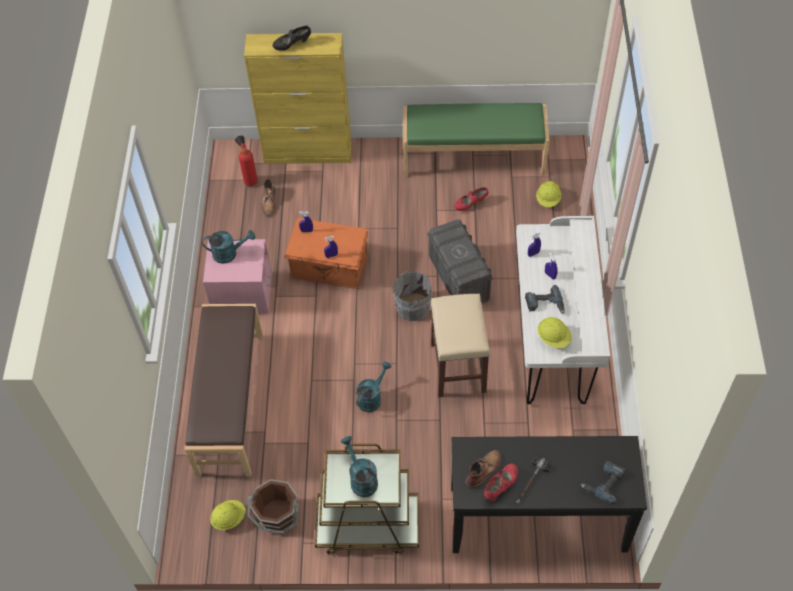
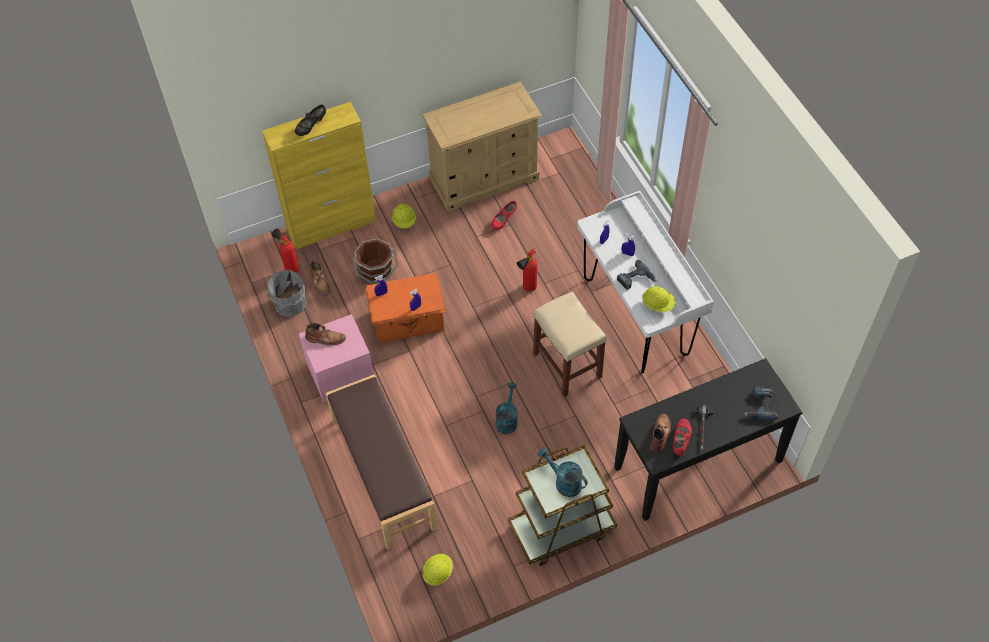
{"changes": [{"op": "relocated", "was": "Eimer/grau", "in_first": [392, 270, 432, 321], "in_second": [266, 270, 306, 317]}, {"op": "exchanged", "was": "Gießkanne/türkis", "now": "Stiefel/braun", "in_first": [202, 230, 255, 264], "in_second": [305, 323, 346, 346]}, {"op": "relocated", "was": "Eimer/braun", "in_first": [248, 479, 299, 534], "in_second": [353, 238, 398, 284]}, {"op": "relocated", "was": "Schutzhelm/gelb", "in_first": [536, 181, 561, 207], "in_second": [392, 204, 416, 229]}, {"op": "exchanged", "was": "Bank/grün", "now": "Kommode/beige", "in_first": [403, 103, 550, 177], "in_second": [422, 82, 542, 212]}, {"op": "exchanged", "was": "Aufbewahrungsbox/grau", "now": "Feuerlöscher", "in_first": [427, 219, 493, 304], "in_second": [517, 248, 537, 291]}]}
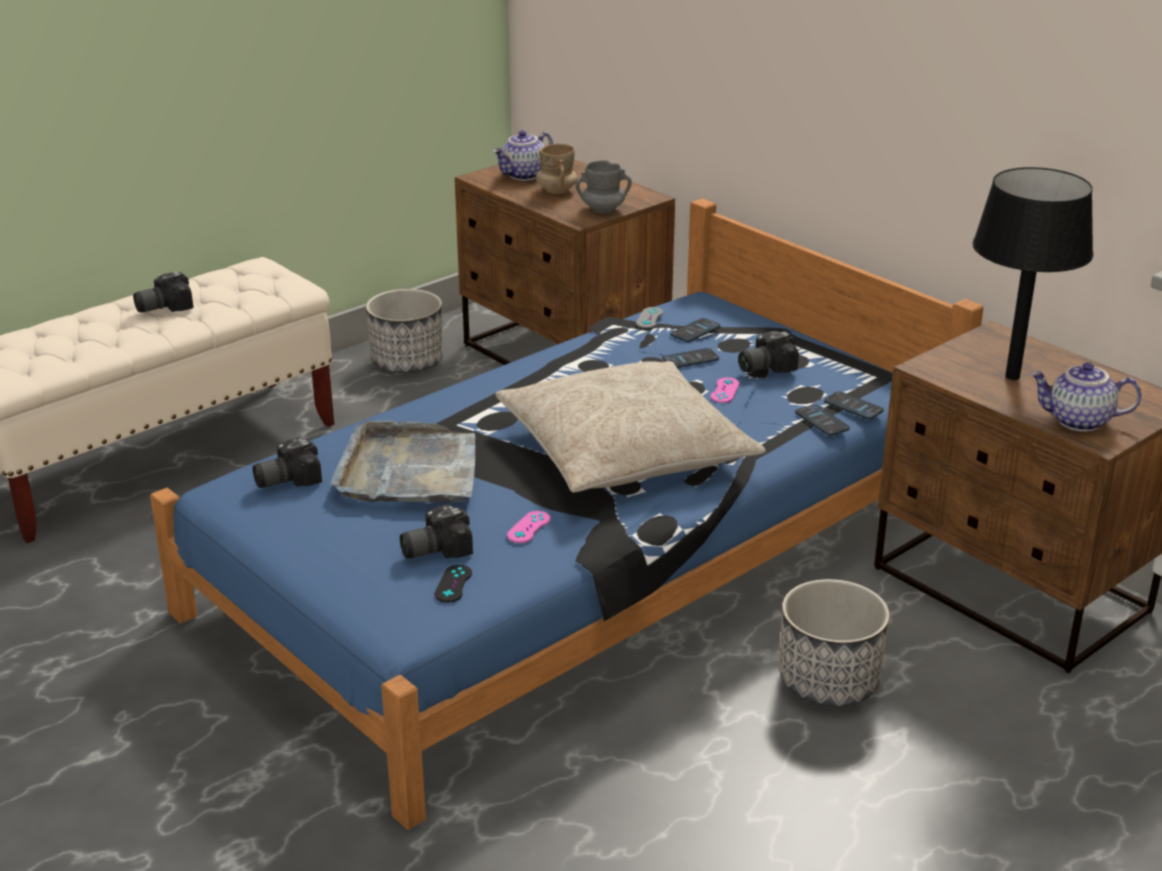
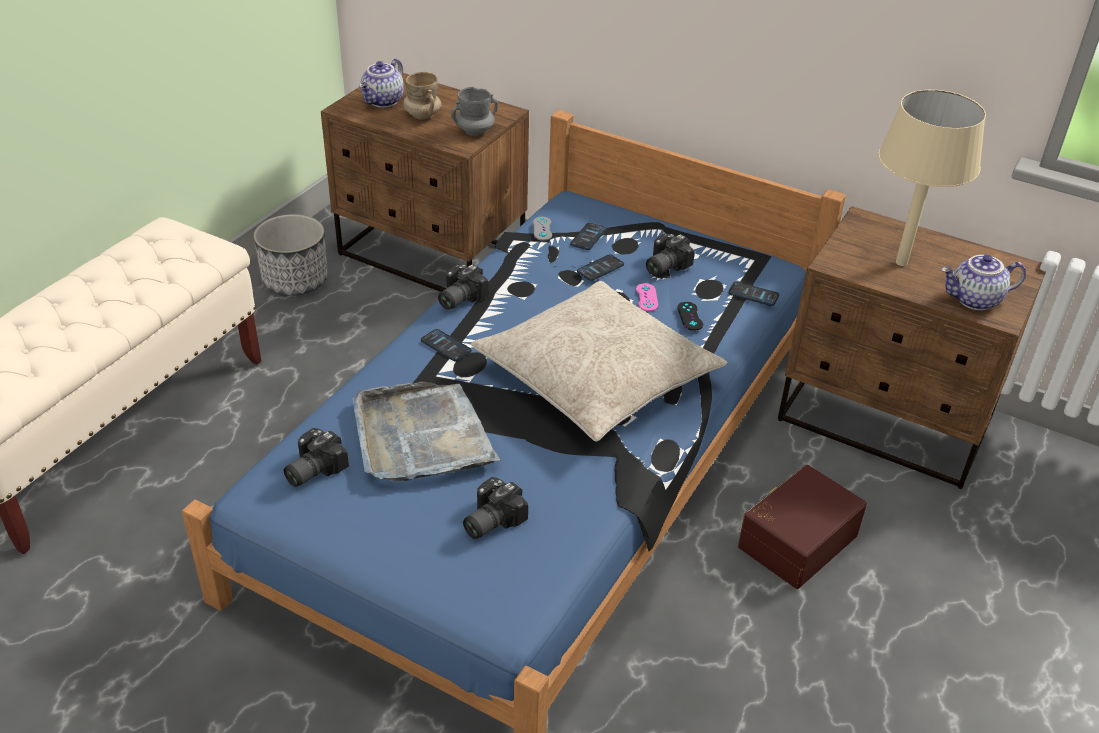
{"changes": [{"op": "relocated", "was": "Handy", "in_first": [795, 405, 850, 436], "in_second": [421, 329, 471, 362]}, {"op": "relocated", "was": "Kamera", "in_first": [133, 272, 194, 313], "in_second": [438, 264, 489, 310]}, {"op": "relocated", "was": "Gamepad/schwarz", "in_first": [434, 565, 472, 603], "in_second": [677, 302, 703, 331]}, {"op": "exchanged", "was": "Pflanzkübel", "now": "Aufbewahrungsbox/braun", "in_first": [779, 579, 890, 706], "in_second": [738, 465, 867, 589]}, {"op": "colour", "was": "Tischlampe/schwarz", "now": "Tischlampe/beige", "in_first": [972, 167, 1094, 380], "in_second": [878, 90, 986, 266]}, {"op": "missing", "was": "Gamepad/rosa", "in_first": [507, 511, 550, 543]}]}
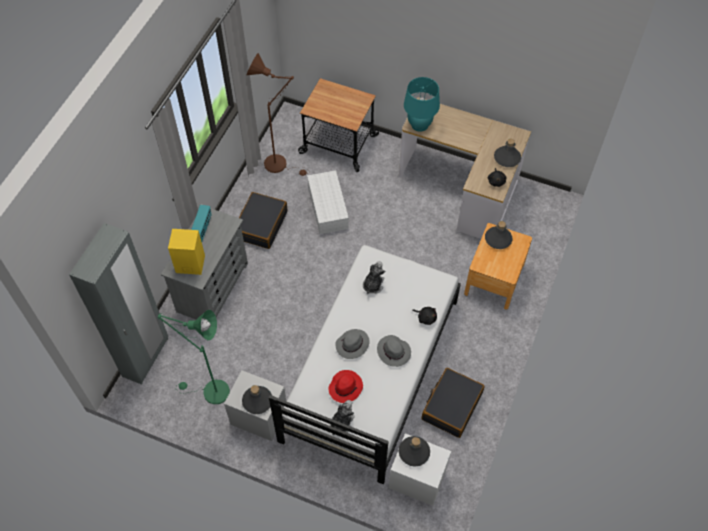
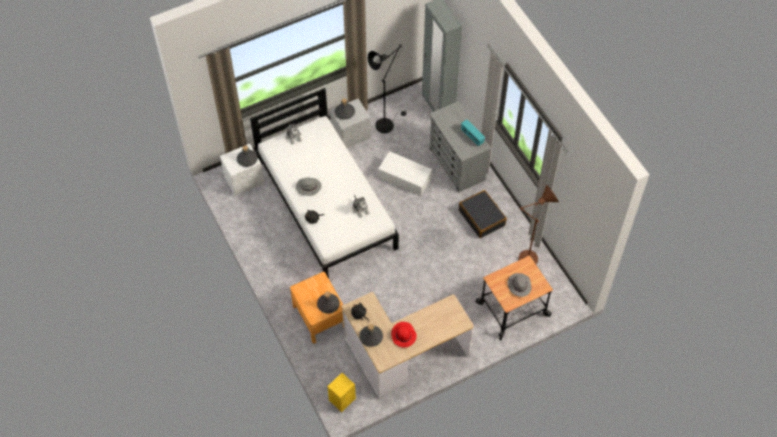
{"changes": [{"op": "relocated", "was": "Lautsprecher/gelb", "in_first": [168, 229, 205, 275], "in_second": [327, 373, 356, 412]}, {"op": "colour", "was": "Stehlampe/grün", "now": "Stehlampe/schwarz", "in_first": [158, 310, 230, 404], "in_second": [367, 44, 407, 133]}, {"op": "relocated", "was": "Aufbewahrungsbox/weiß", "in_first": [307, 170, 349, 234], "in_second": [378, 151, 432, 196]}, {"op": "relocated", "was": "Hut/rot", "in_first": [328, 370, 363, 403], "in_second": [391, 322, 417, 348]}, {"op": "relocated", "was": "Hut/grau", "in_first": [336, 329, 370, 359], "in_second": [508, 273, 532, 297]}, {"op": "missing", "was": "Tischlampe/türkis", "in_first": [404, 77, 440, 132]}, {"op": "missing", "was": "Koffer/schwarz", "in_first": [422, 368, 485, 438]}]}
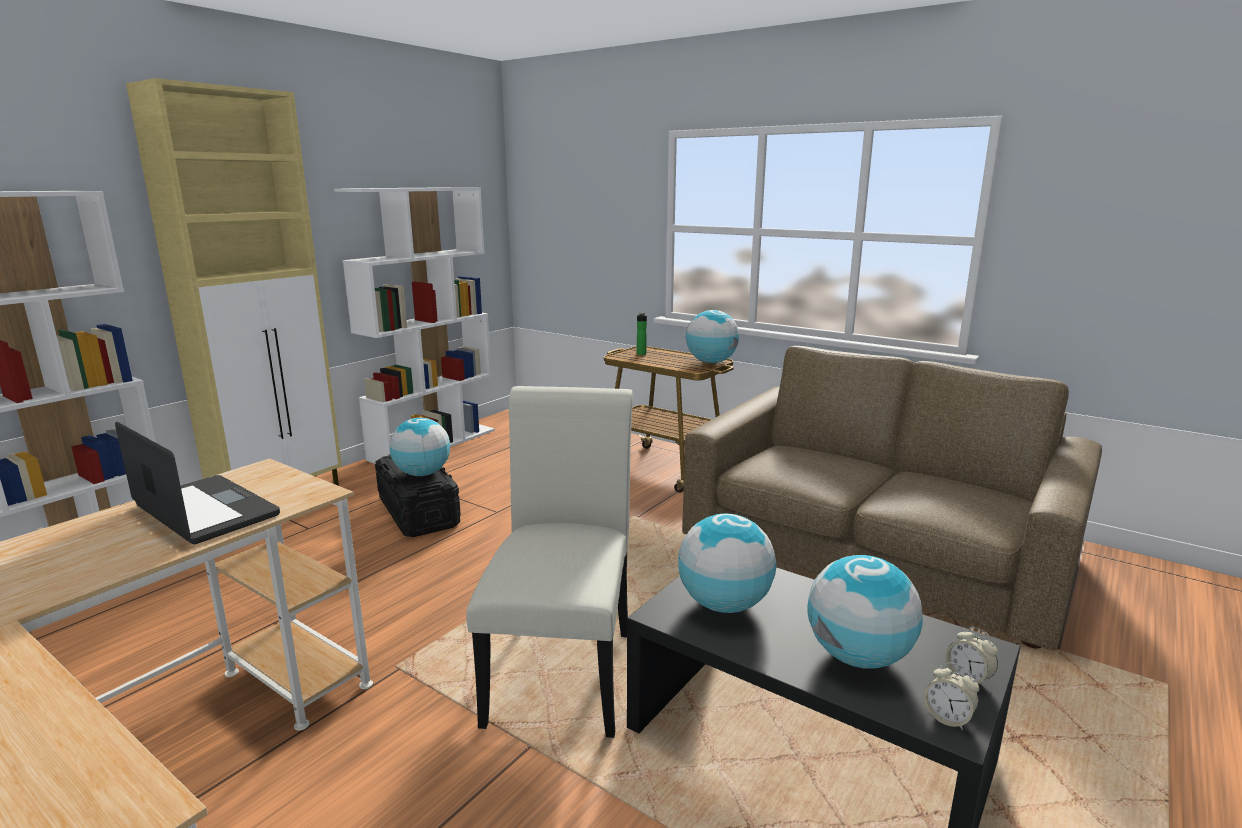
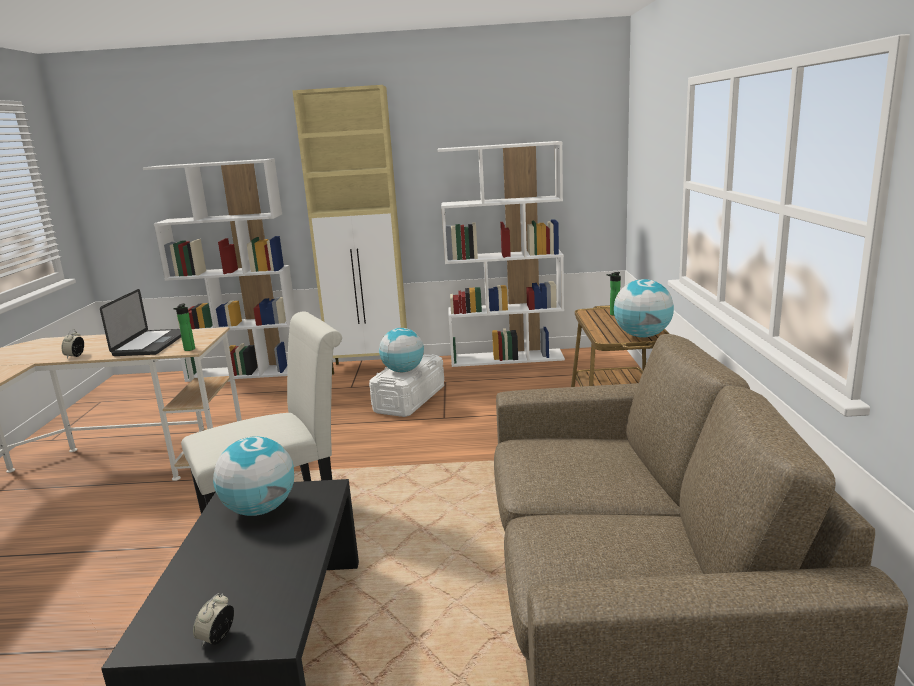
{"changes": [{"op": "relocated", "was": "Wecker", "in_first": [924, 662, 979, 731], "in_second": [61, 329, 84, 358]}, {"op": "appeared", "now": "Flasche", "in_second": [174, 303, 195, 351]}, {"op": "colour", "was": "Aufbewahrungsbox/schwarz", "now": "Aufbewahrungsbox/weiß", "in_first": [375, 454, 461, 537], "in_second": [369, 354, 444, 417]}, {"op": "missing", "was": "Globus", "in_first": [807, 555, 923, 669]}]}
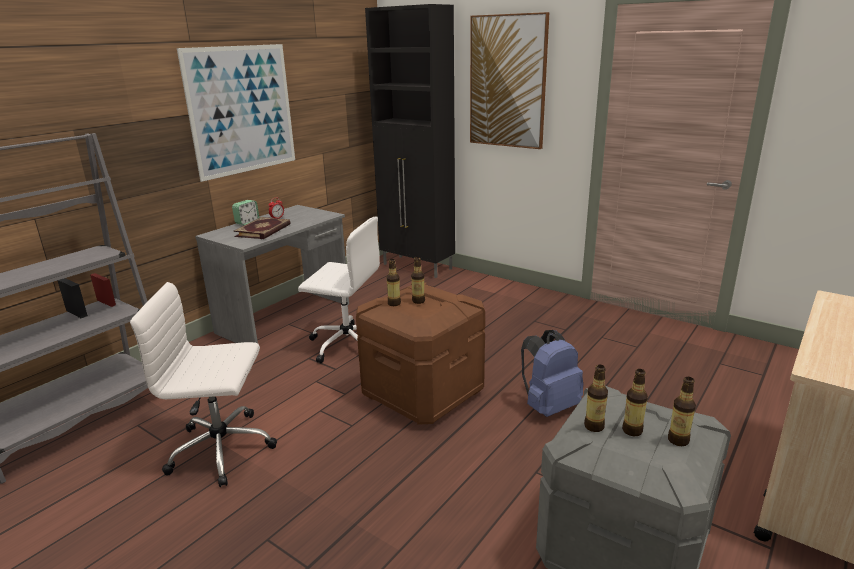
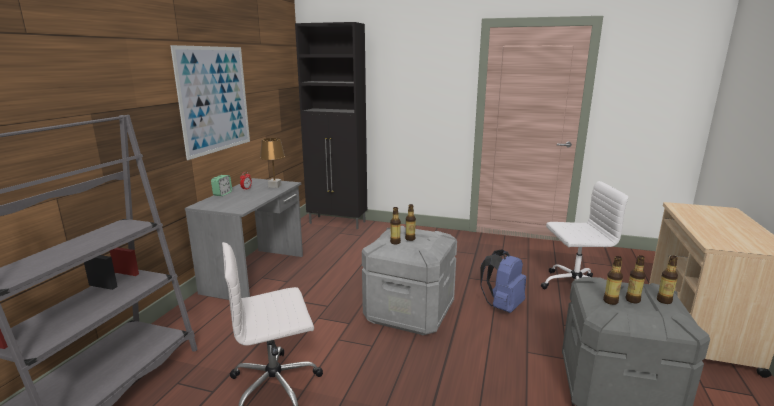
{"changes": [{"op": "appeared", "now": "Tischlampe/braun", "in_second": [260, 138, 285, 188]}, {"op": "colour", "was": "Aufbewahrungsbox/braun", "now": "Aufbewahrungsbox/grau", "in_first": [356, 282, 485, 425], "in_second": [362, 226, 457, 336]}, {"op": "relocated", "was": "Bürostuhl/weiß", "in_first": [298, 217, 380, 363], "in_second": [541, 181, 628, 289]}, {"op": "missing", "was": "Buch", "in_first": [234, 217, 291, 239]}, {"op": "missing", "was": "Bild", "in_first": [470, 12, 549, 149]}]}
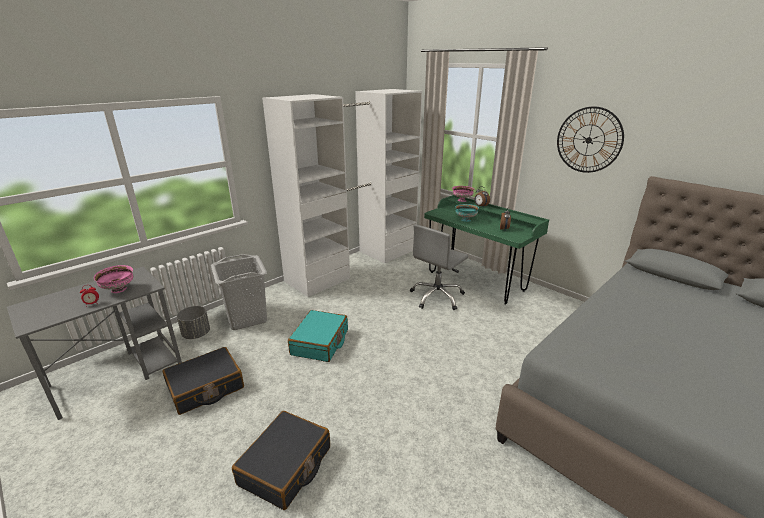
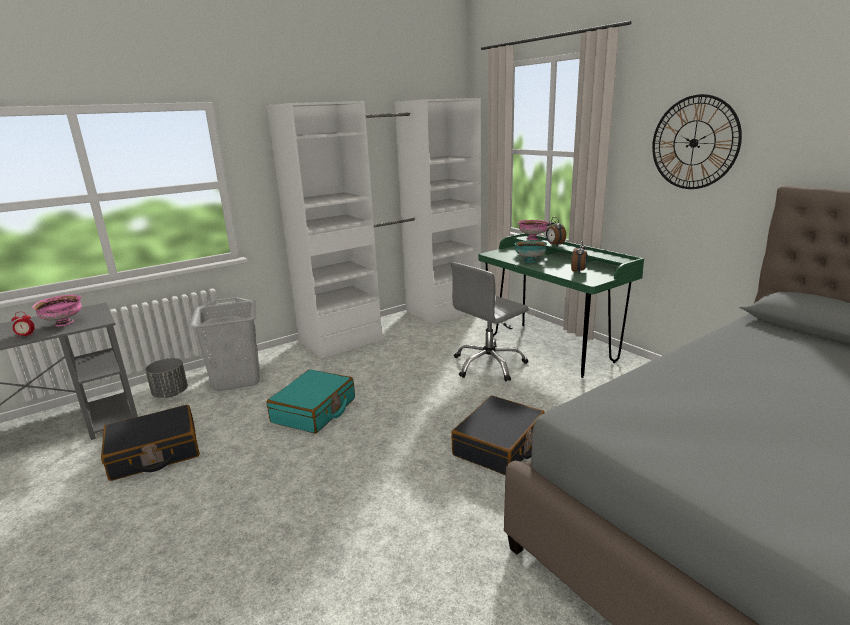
{"changes": [{"op": "relocated", "was": "Koffer/schwarz", "in_first": [232, 411, 330, 510], "in_second": [451, 395, 545, 476]}]}
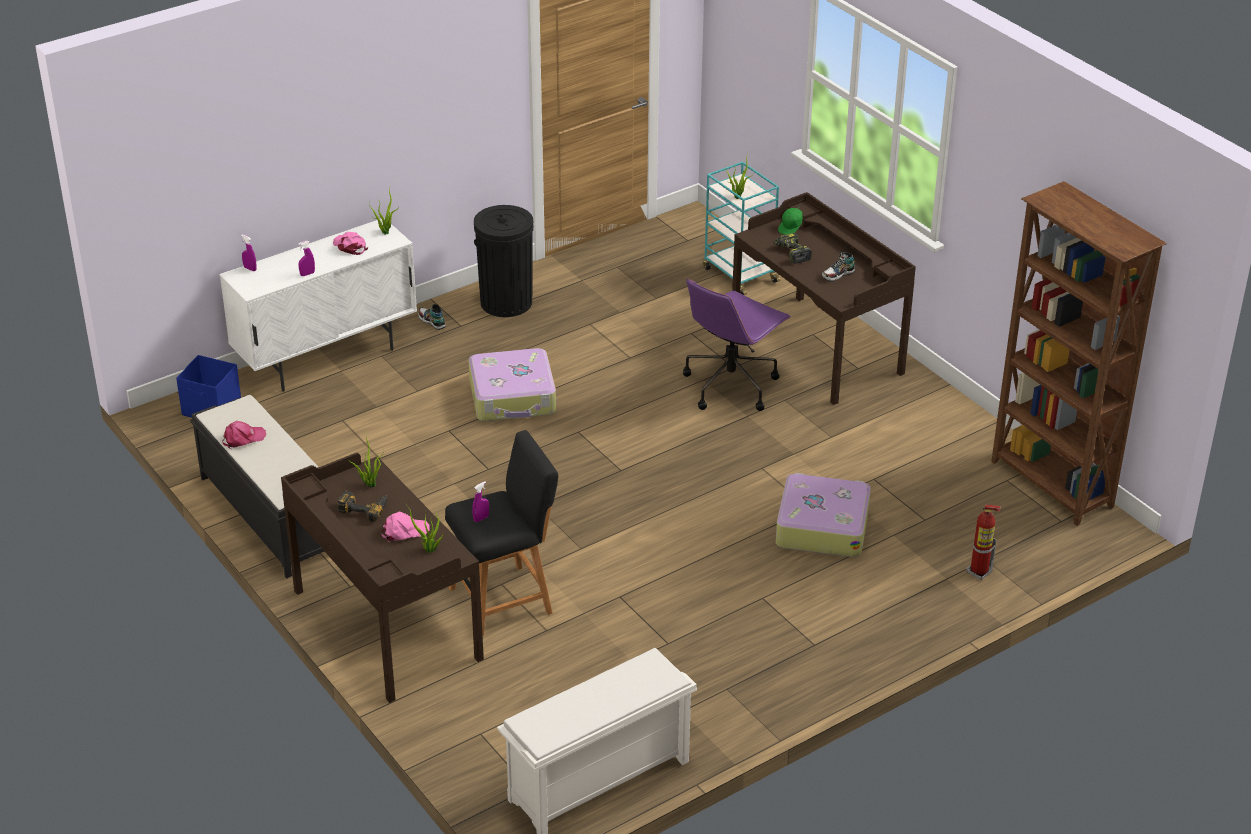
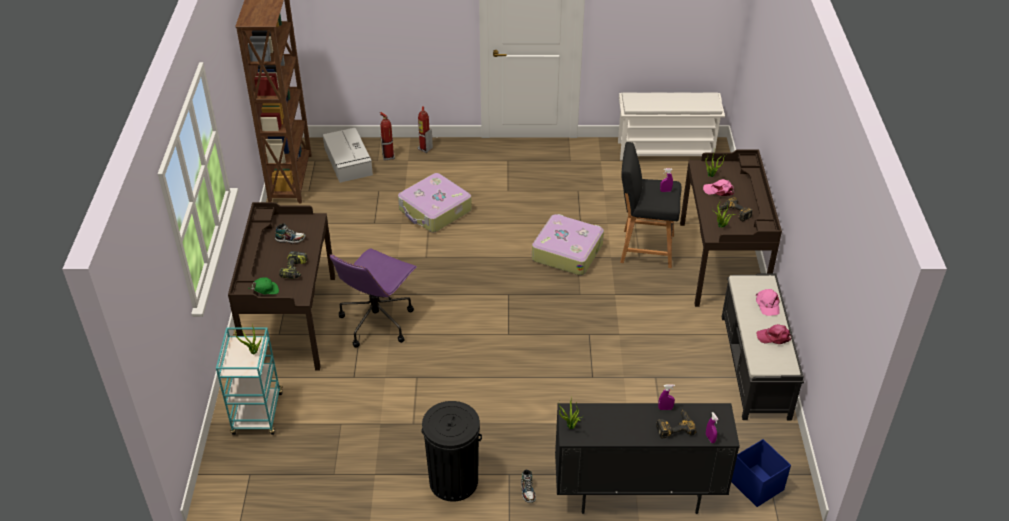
{"changes": [{"op": "appeared", "now": "Aufbewahrungsbox/grau", "in_second": [323, 128, 373, 183]}, {"op": "spun", "was": "Bürostuhl/lila", "in_first": [683, 278, 791, 411], "in_second": [329, 248, 417, 348], "clockwise": 135}, {"op": "appeared", "now": "Feuerlöscher", "in_second": [418, 107, 433, 153]}, {"op": "relocated", "was": "Koffer", "in_first": [469, 348, 556, 421], "in_second": [532, 214, 604, 276]}, {"op": "colour", "was": "Schrank/weiß", "now": "Schrank/schwarz", "in_first": [219, 218, 417, 392], "in_second": [555, 403, 740, 514]}, {"op": "appeared", "now": "Bohrmaschine", "in_second": [656, 409, 697, 438]}, {"op": "relocated", "was": "Kappe/rosa", "in_first": [333, 232, 368, 255], "in_second": [756, 289, 780, 316]}]}
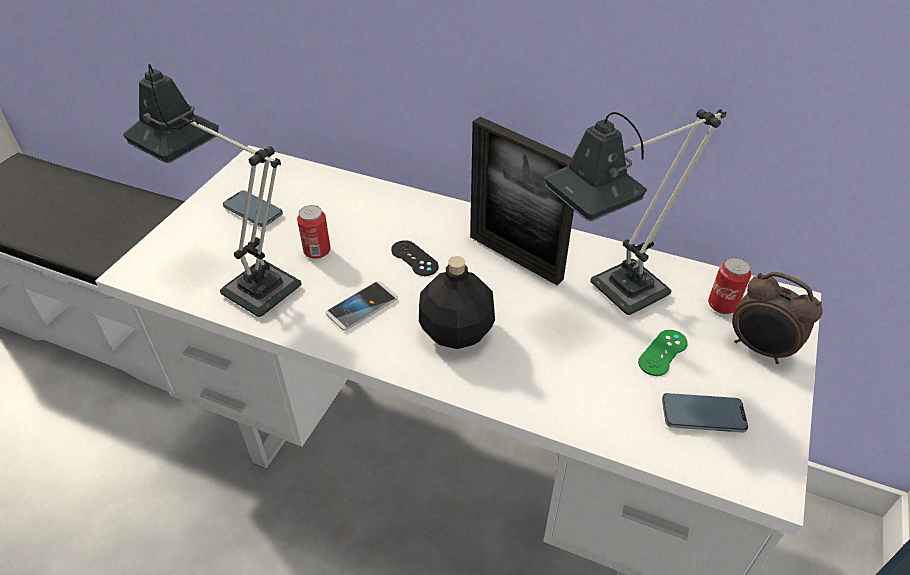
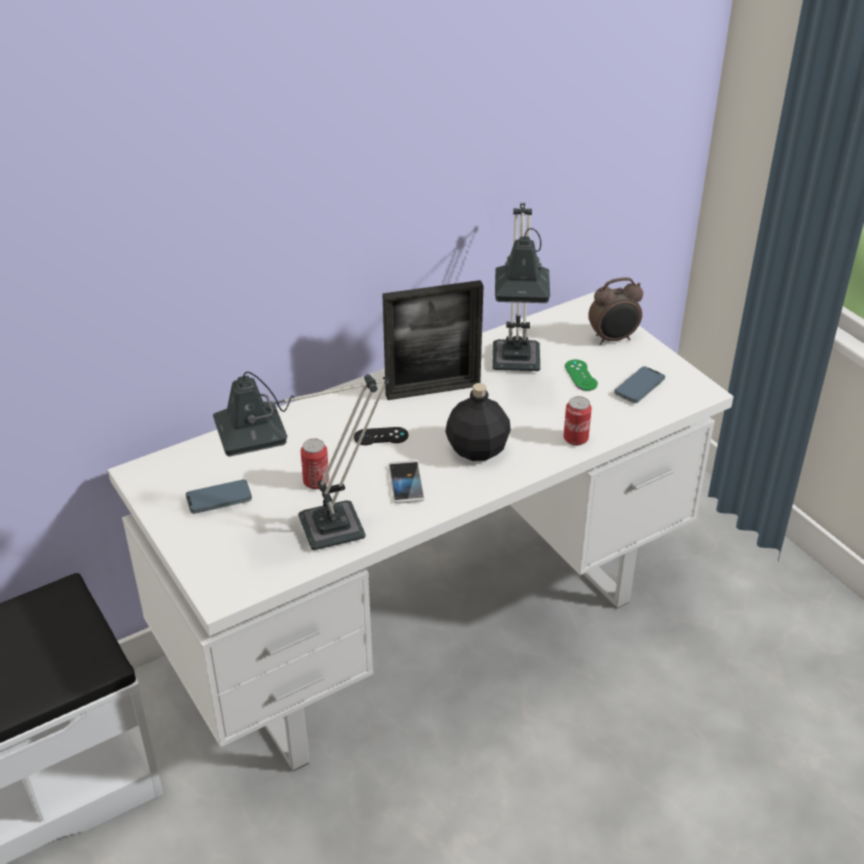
{"changes": [{"op": "relocated", "was": "Dose", "in_first": [708, 257, 751, 314], "in_second": [564, 396, 592, 446]}]}
